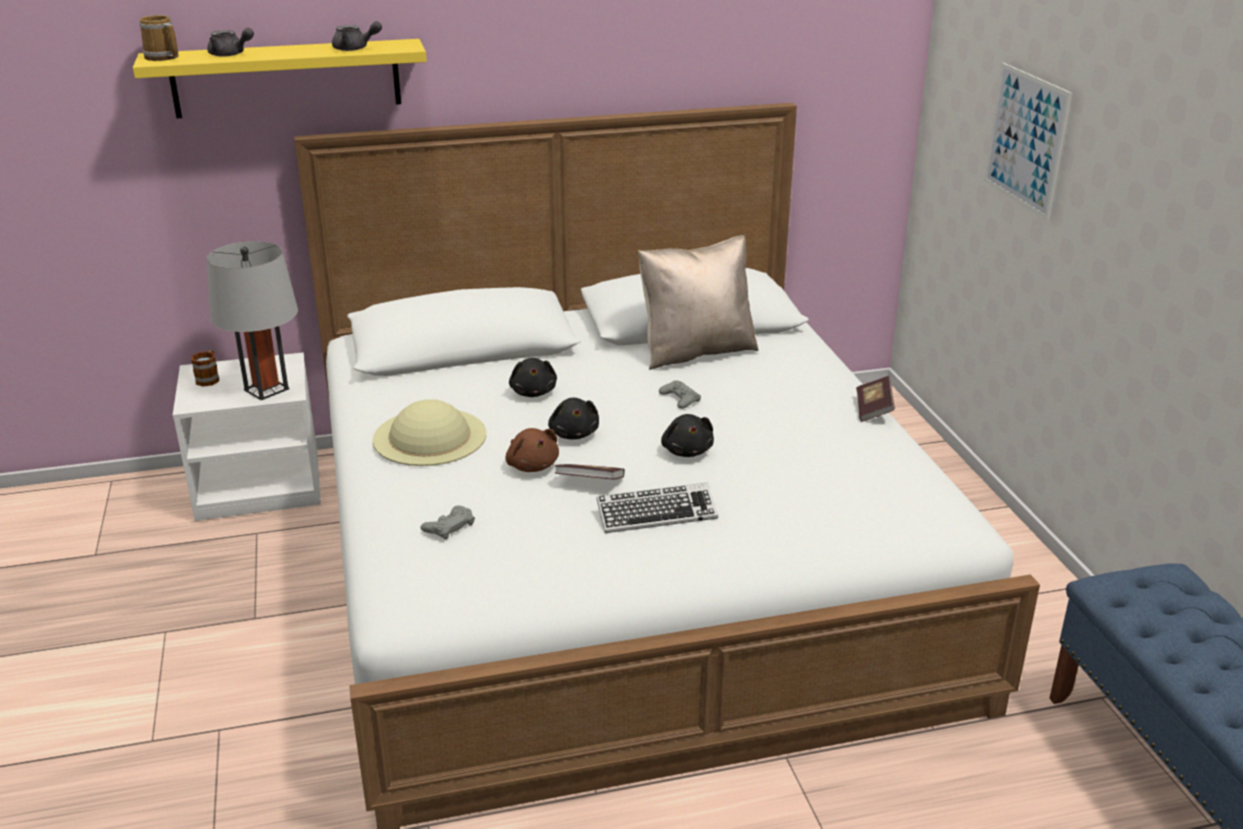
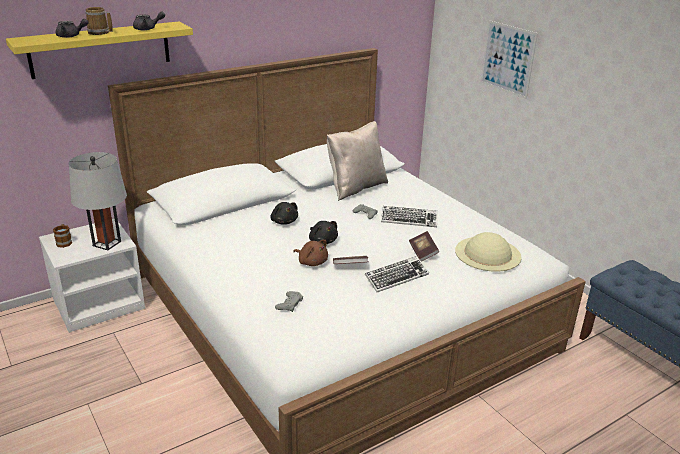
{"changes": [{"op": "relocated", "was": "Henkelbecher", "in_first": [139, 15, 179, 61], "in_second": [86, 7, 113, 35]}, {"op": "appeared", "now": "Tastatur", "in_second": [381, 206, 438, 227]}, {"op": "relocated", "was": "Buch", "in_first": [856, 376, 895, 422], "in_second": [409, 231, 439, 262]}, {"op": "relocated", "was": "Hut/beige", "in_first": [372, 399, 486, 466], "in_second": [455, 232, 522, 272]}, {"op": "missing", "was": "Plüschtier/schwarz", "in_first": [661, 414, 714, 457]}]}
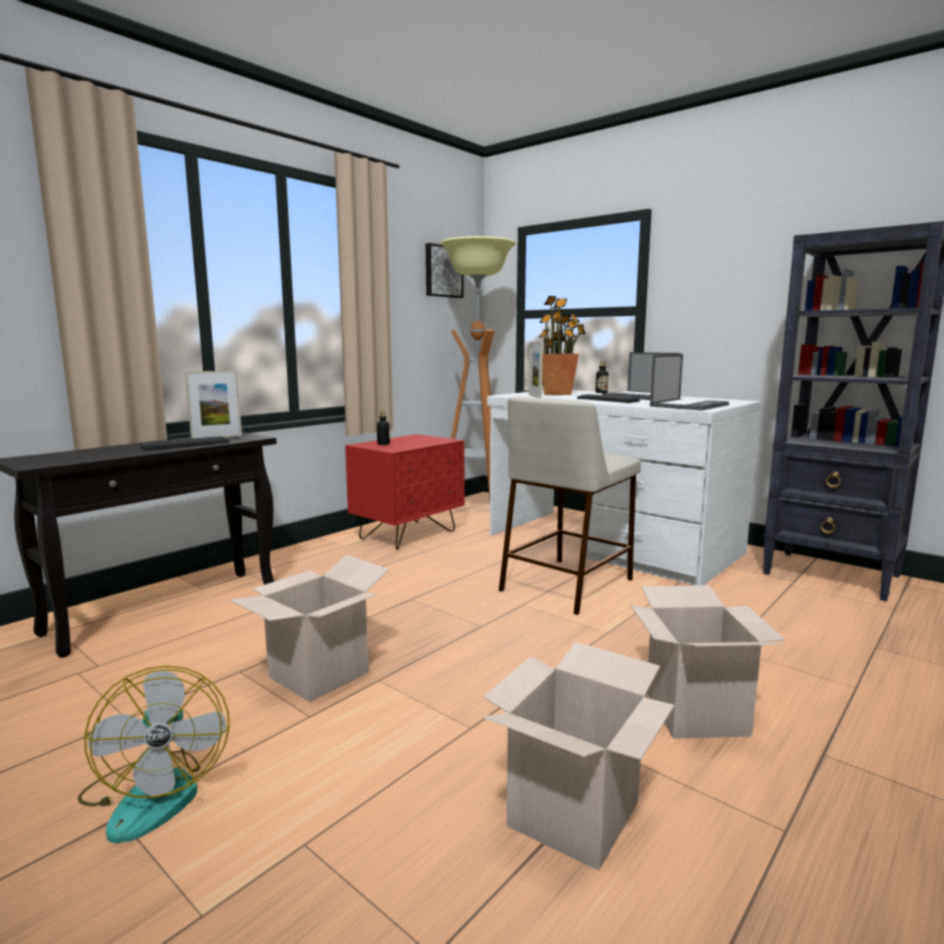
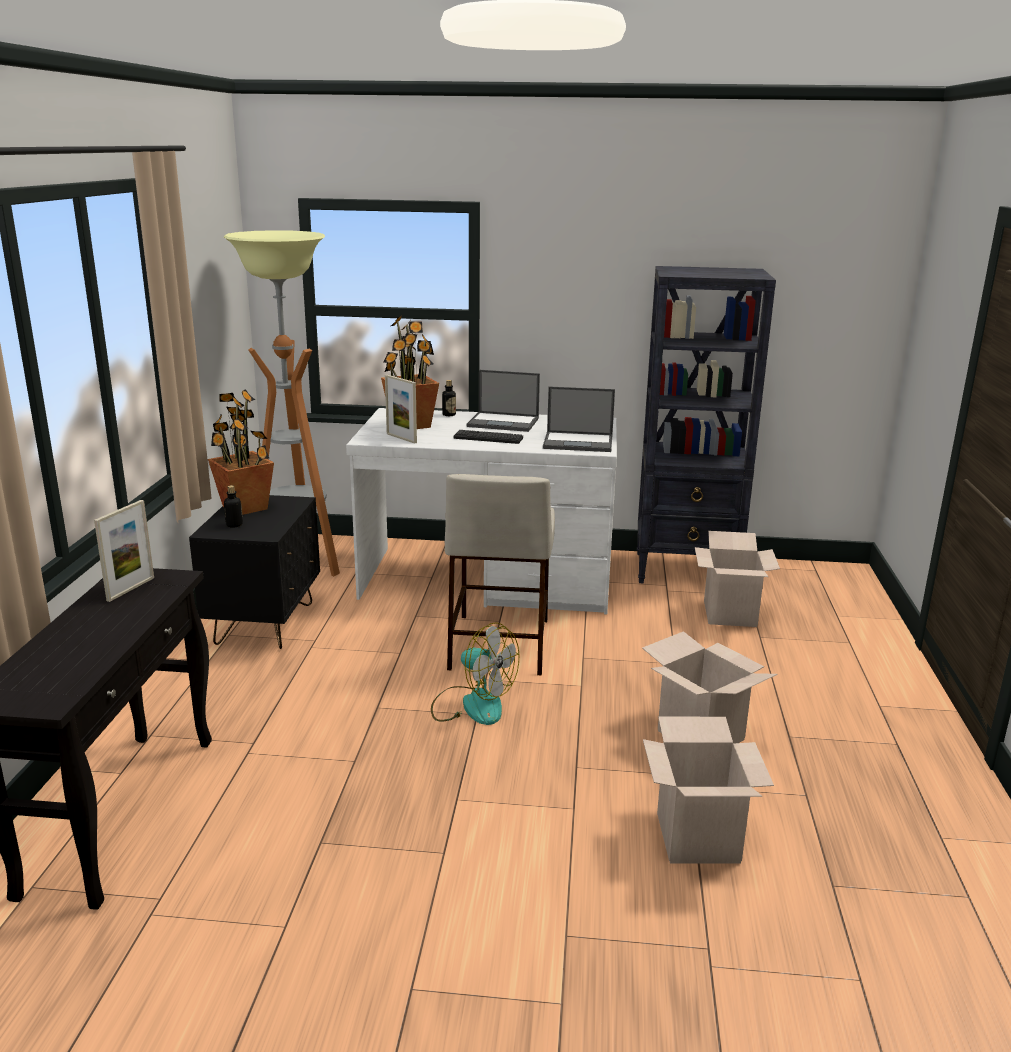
{"changes": [{"op": "colour", "was": "Nachttisch/rot", "now": "Nachttisch/schwarz", "in_first": [345, 434, 464, 550], "in_second": [189, 495, 320, 649]}, {"op": "appeared", "now": "Topfpflanze", "in_second": [208, 389, 274, 515]}, {"op": "relocated", "was": "Ventilator", "in_first": [77, 665, 230, 843], "in_second": [431, 622, 519, 725]}, {"op": "spun", "was": "Laptop", "in_first": [650, 354, 729, 411], "in_second": [543, 387, 615, 452], "clockwise": 90}, {"op": "relocated", "was": "Karton", "in_first": [229, 555, 389, 702], "in_second": [695, 531, 780, 627]}, {"op": "missing", "was": "Tastatur", "in_first": [140, 436, 230, 451]}, {"op": "missing", "was": "Bild", "in_first": [426, 243, 463, 298]}]}
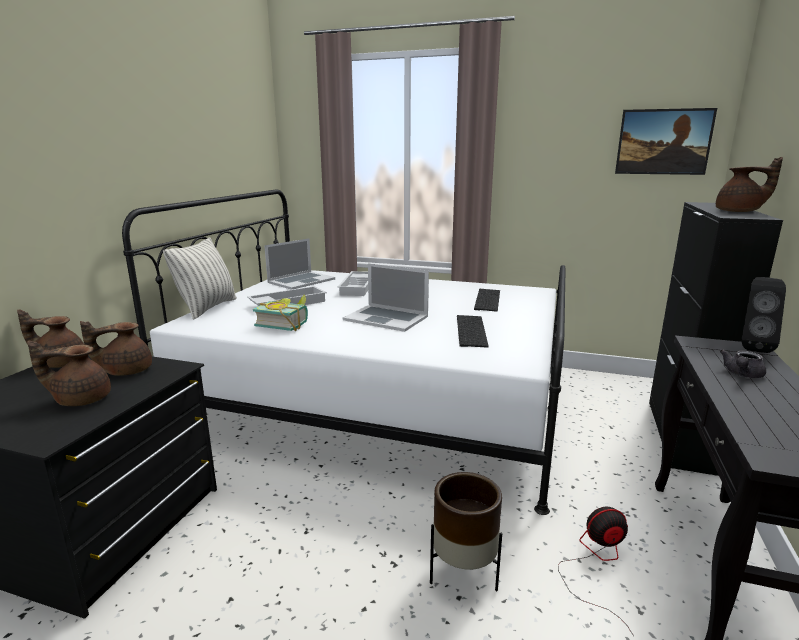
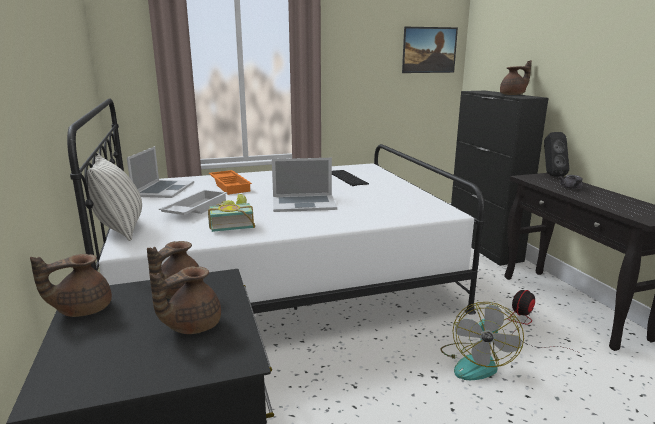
{"changes": [{"op": "colour", "was": "Tablett/weiß", "now": "Tablett/orange", "in_first": [338, 271, 368, 296], "in_second": [209, 170, 252, 195]}, {"op": "exchanged", "was": "Pflanzkübel/braun", "now": "Ventilator", "in_first": [430, 472, 502, 591], "in_second": [440, 302, 524, 380]}, {"op": "missing", "was": "Tastatur", "in_first": [457, 315, 489, 348]}]}
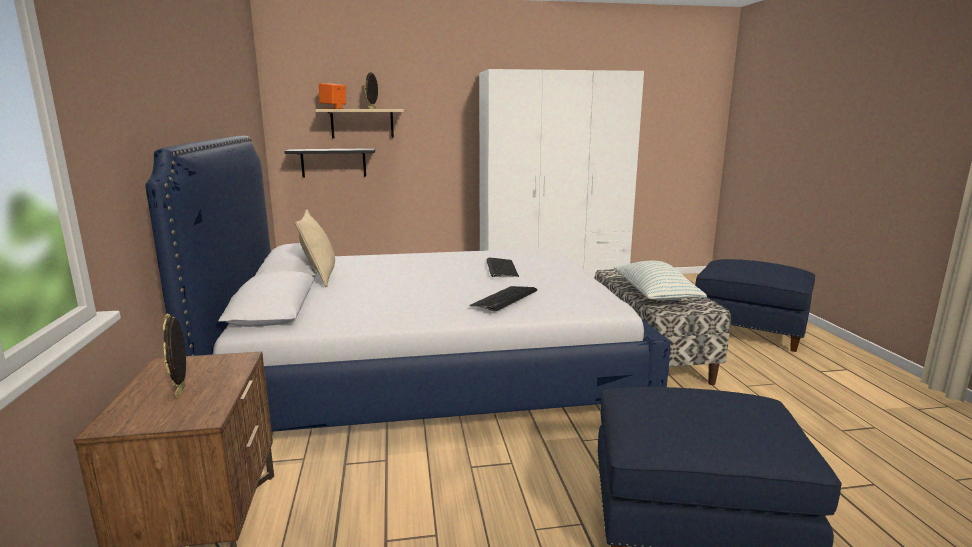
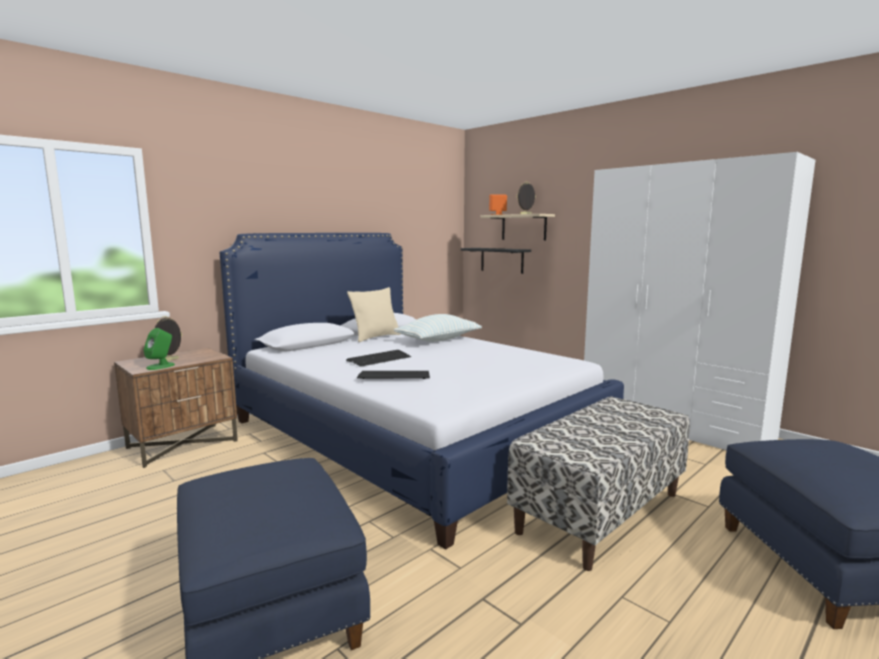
{"changes": [{"op": "appeared", "now": "Lautsprecher/grün", "in_second": [144, 328, 175, 370]}, {"op": "relocated", "was": "Tastatur", "in_first": [486, 257, 519, 277], "in_second": [346, 350, 411, 367]}, {"op": "relocated", "was": "Kissen", "in_first": [614, 261, 707, 300], "in_second": [394, 314, 482, 342]}]}
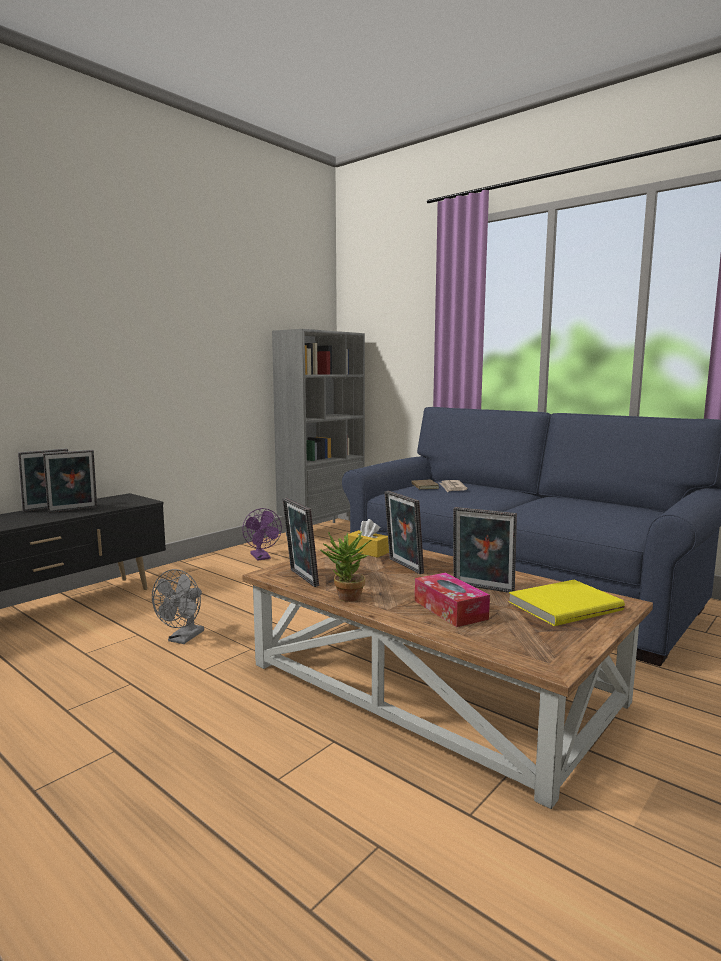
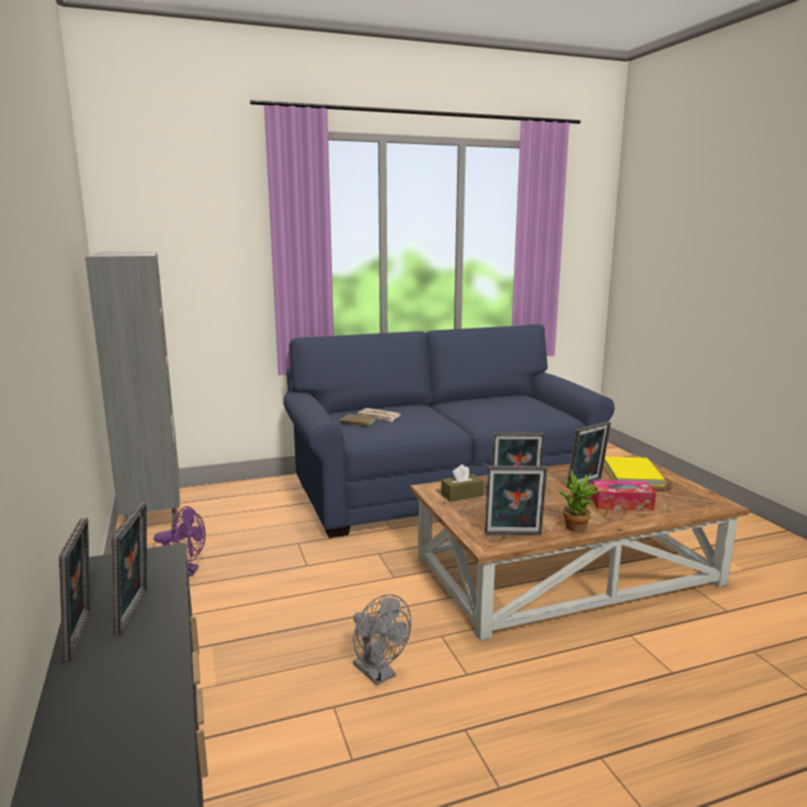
{"changes": [{"op": "colour", "was": "Taschentuchbox/gelb", "now": "Taschentuchbox/braun", "in_first": [348, 519, 389, 558], "in_second": [441, 465, 483, 502]}]}
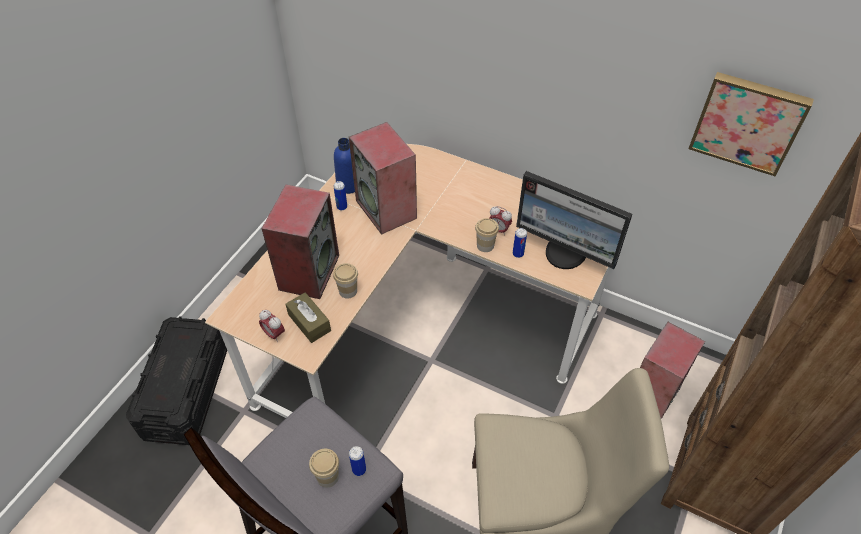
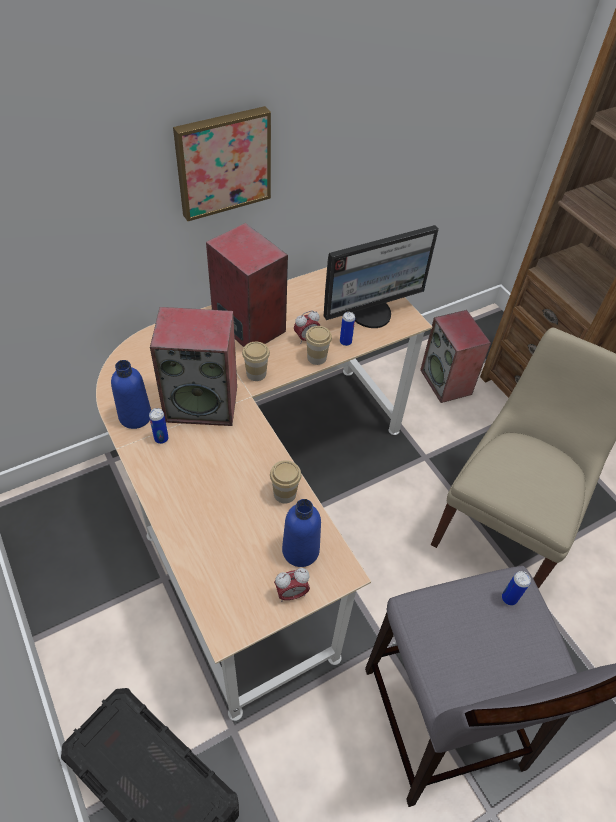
{"changes": [{"op": "relocated", "was": "Bild", "in_first": [688, 72, 814, 176], "in_second": [173, 106, 271, 221]}, {"op": "relocated", "was": "Lautsprecher", "in_first": [262, 185, 339, 299], "in_second": [206, 223, 288, 347]}, {"op": "relocated", "was": "Tasse", "in_first": [309, 449, 339, 488], "in_second": [242, 342, 270, 381]}, {"op": "exchanged", "was": "Taschentuchbox/braun", "now": "Flasche/blau", "in_first": [285, 292, 331, 343], "in_second": [282, 499, 321, 567]}]}
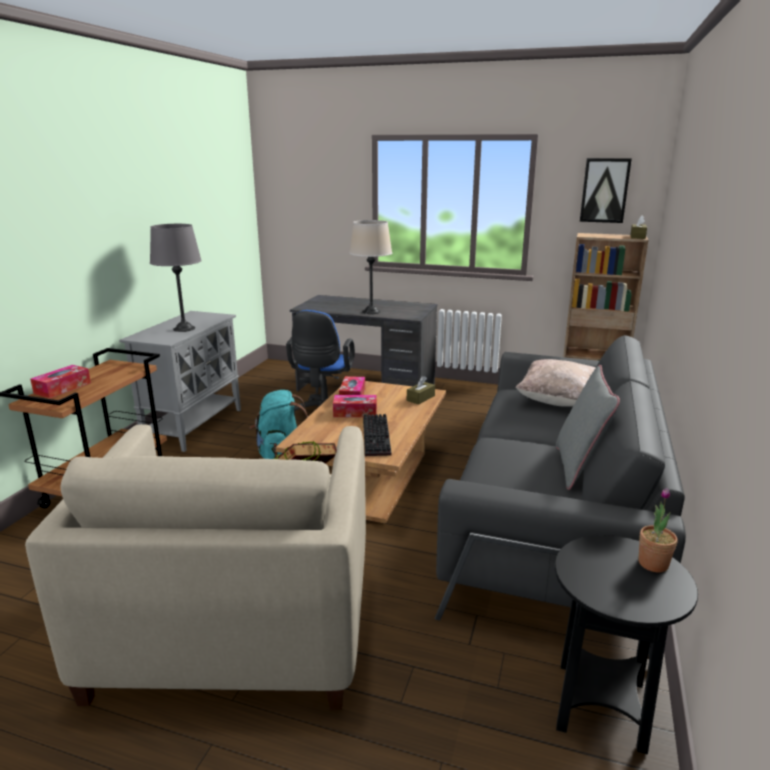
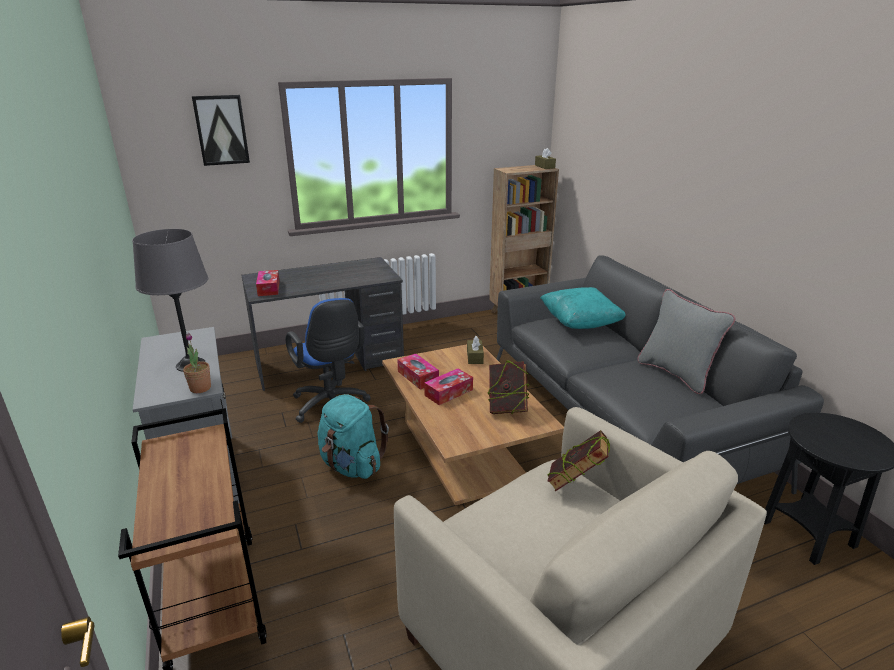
{"changes": [{"op": "relocated", "was": "Topfpflanze", "in_first": [638, 488, 677, 573], "in_second": [183, 333, 211, 393]}, {"op": "relocated", "was": "Bild", "in_first": [580, 158, 632, 223], "in_second": [192, 95, 250, 166]}, {"op": "relocated", "was": "Taschentuchbox", "in_first": [30, 365, 91, 398], "in_second": [256, 270, 280, 296]}, {"op": "exchanged", "was": "Tastatur", "now": "Buch", "in_first": [363, 414, 392, 456], "in_second": [487, 360, 530, 415]}, {"op": "colour", "was": "Kissen/beige", "now": "Kissen/türkis", "in_first": [515, 359, 595, 406], "in_second": [540, 287, 625, 329]}, {"op": "missing", "was": "Tischlampe/beige", "in_first": [349, 220, 392, 314]}]}
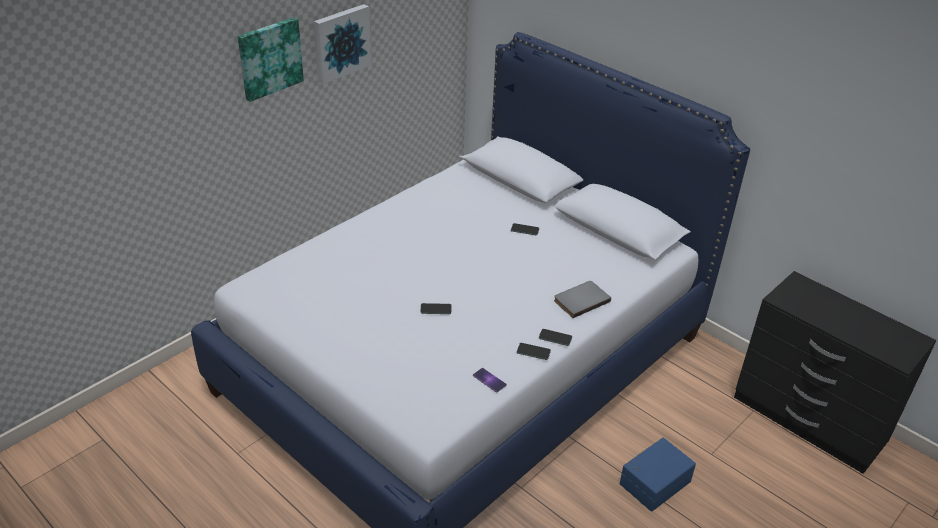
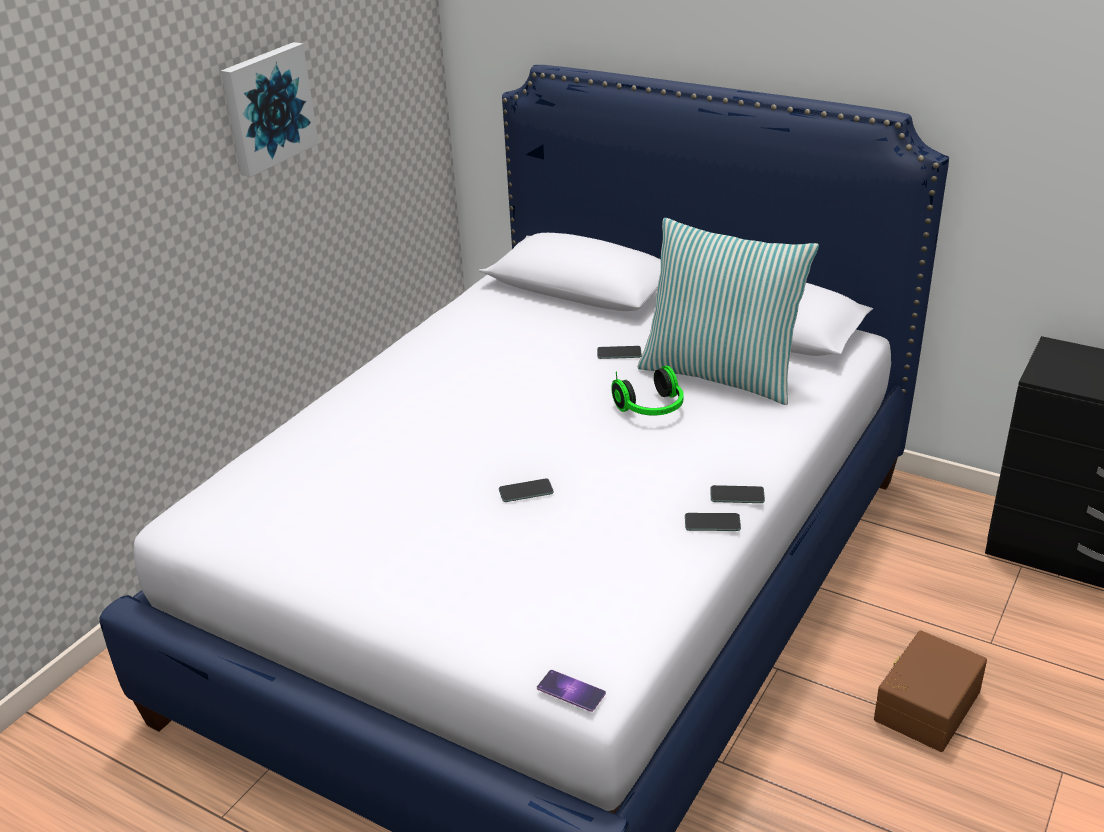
{"changes": [{"op": "relocated", "was": "Handy", "in_first": [473, 368, 507, 393], "in_second": [537, 670, 606, 712]}, {"op": "appeared", "now": "Kopfhörer", "in_second": [611, 365, 684, 416]}, {"op": "appeared", "now": "Kissen", "in_second": [638, 218, 819, 405]}, {"op": "colour", "was": "Aufbewahrungsbox/blau", "now": "Aufbewahrungsbox/braun", "in_first": [620, 438, 696, 511], "in_second": [874, 631, 987, 752]}, {"op": "missing", "was": "Bild", "in_first": [238, 17, 304, 102]}, {"op": "missing", "was": "Buch/grau", "in_first": [554, 281, 611, 318]}]}
